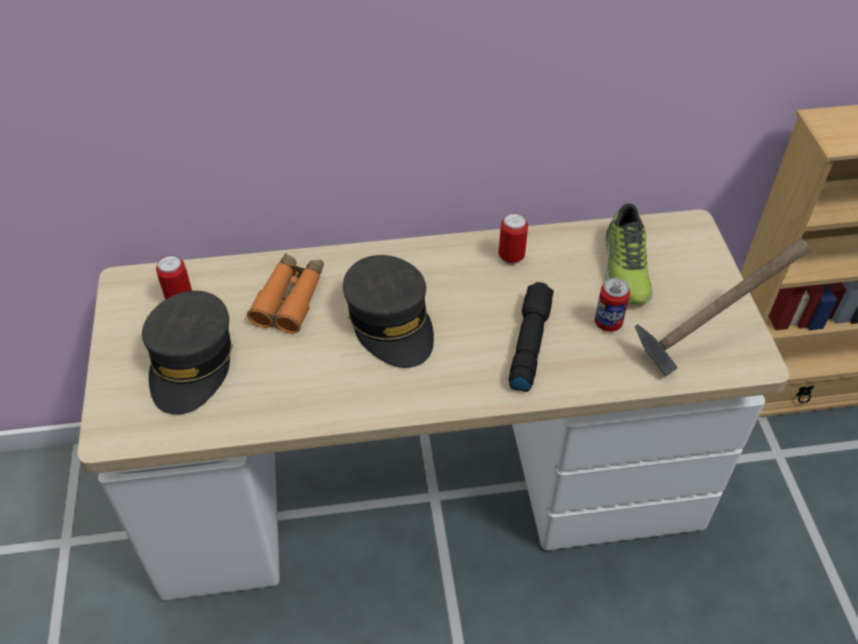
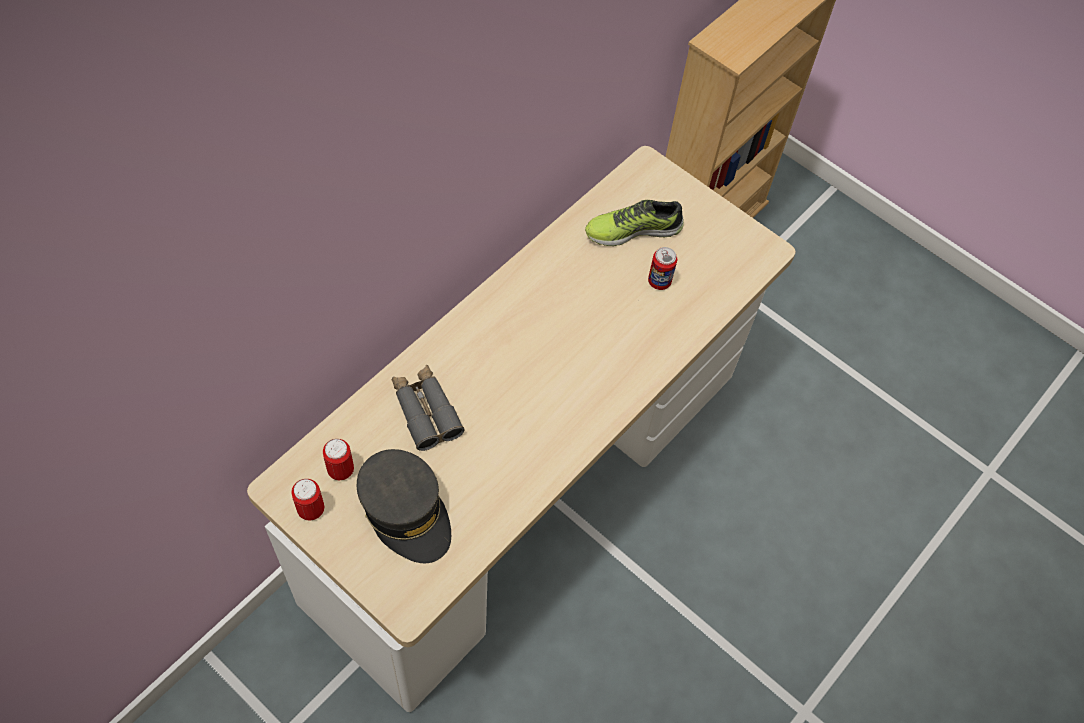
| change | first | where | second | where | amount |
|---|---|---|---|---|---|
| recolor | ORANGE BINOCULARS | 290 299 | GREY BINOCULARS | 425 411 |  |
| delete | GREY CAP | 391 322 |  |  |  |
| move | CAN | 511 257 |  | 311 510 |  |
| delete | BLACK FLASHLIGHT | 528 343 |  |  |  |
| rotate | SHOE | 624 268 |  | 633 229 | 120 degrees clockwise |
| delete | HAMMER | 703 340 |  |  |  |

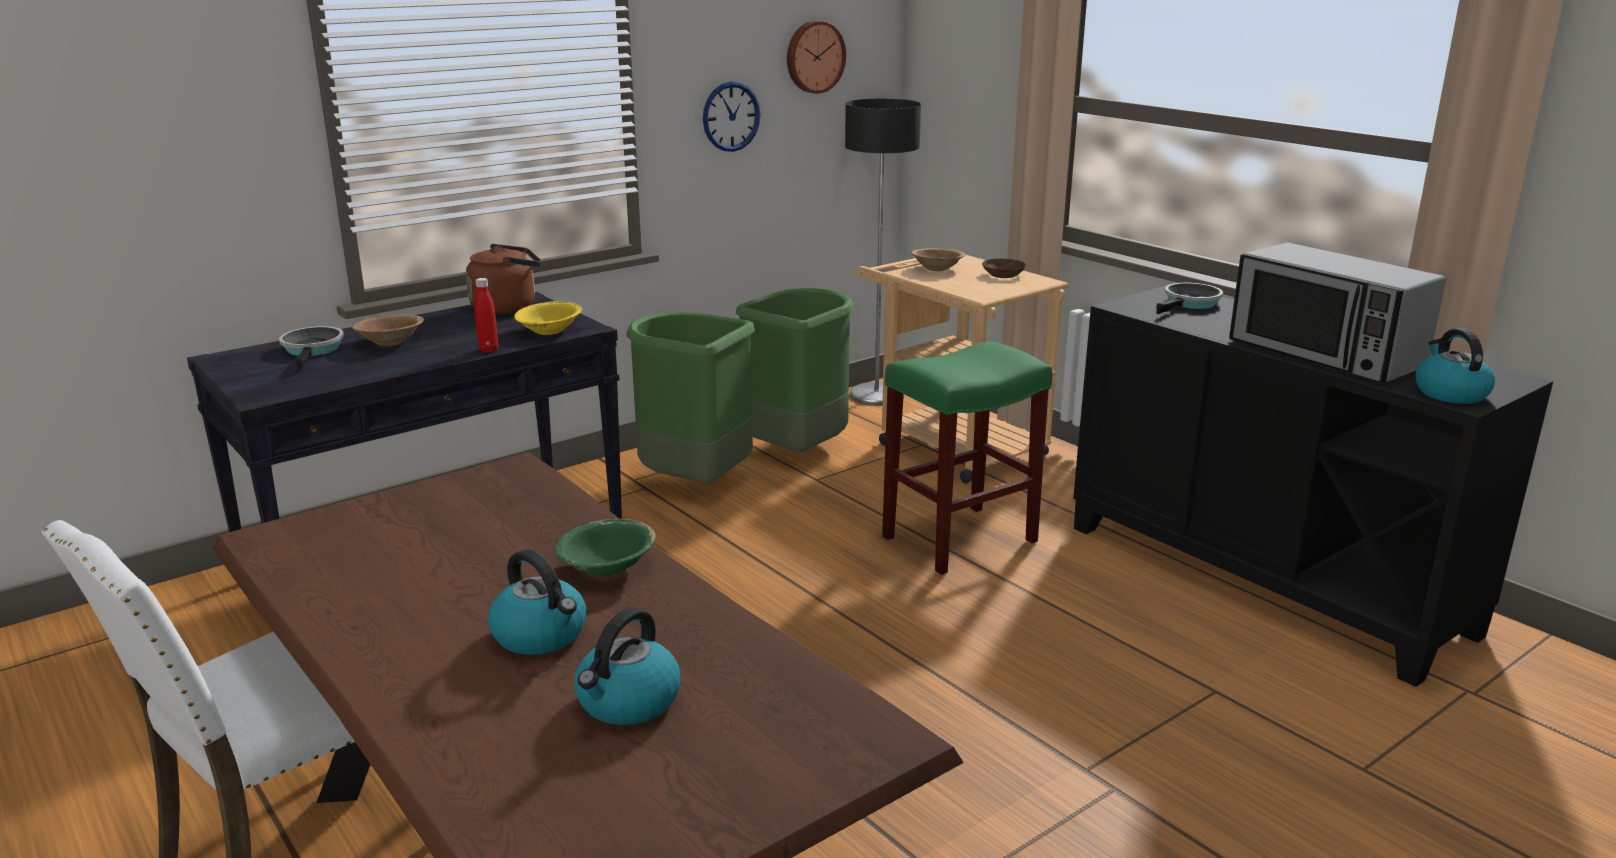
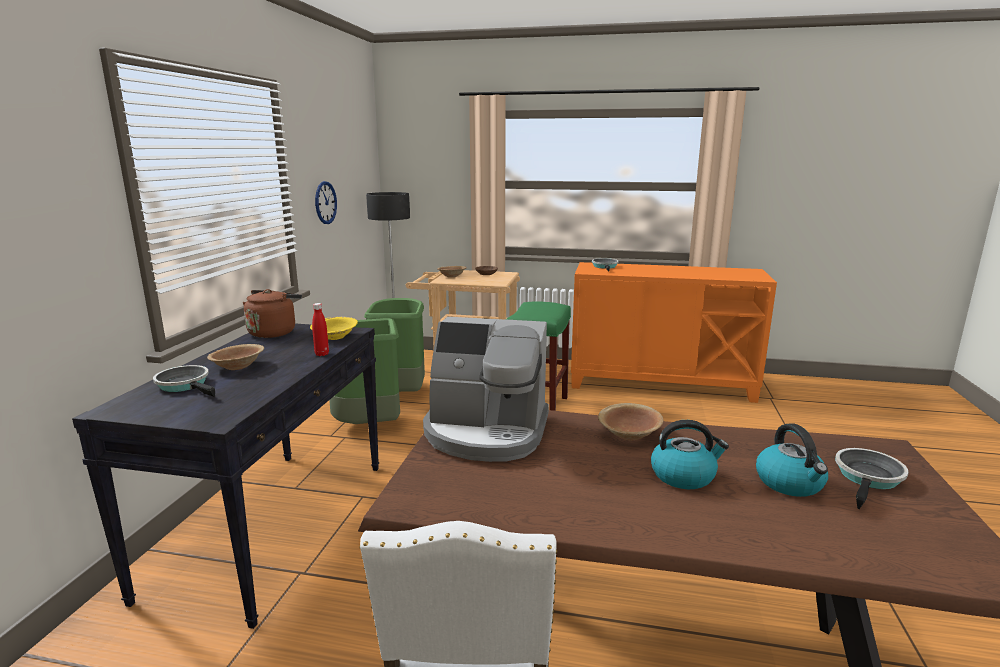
| change | first | where | second | where | amount |
|---|---|---|---|---|---|
| recolor | GREEN BOWL | 607 567 | BROWN BOWL | 629 434 |  |
| delete | WALL CLOCK | 814 57 |  |  |  |
| recolor | BLACK CABINET | 1264 578 | ORANGE CABINET | 660 383 |  |
| delete | MICROWAVE | 1324 354 |  |  |  |
| delete | KETTLE | 1449 393 |  |  |  |
| insert |  |  | COFFEE MACHINE | 486 432 |  |
| insert |  |  | FRYING PAN | 868 478 |  |

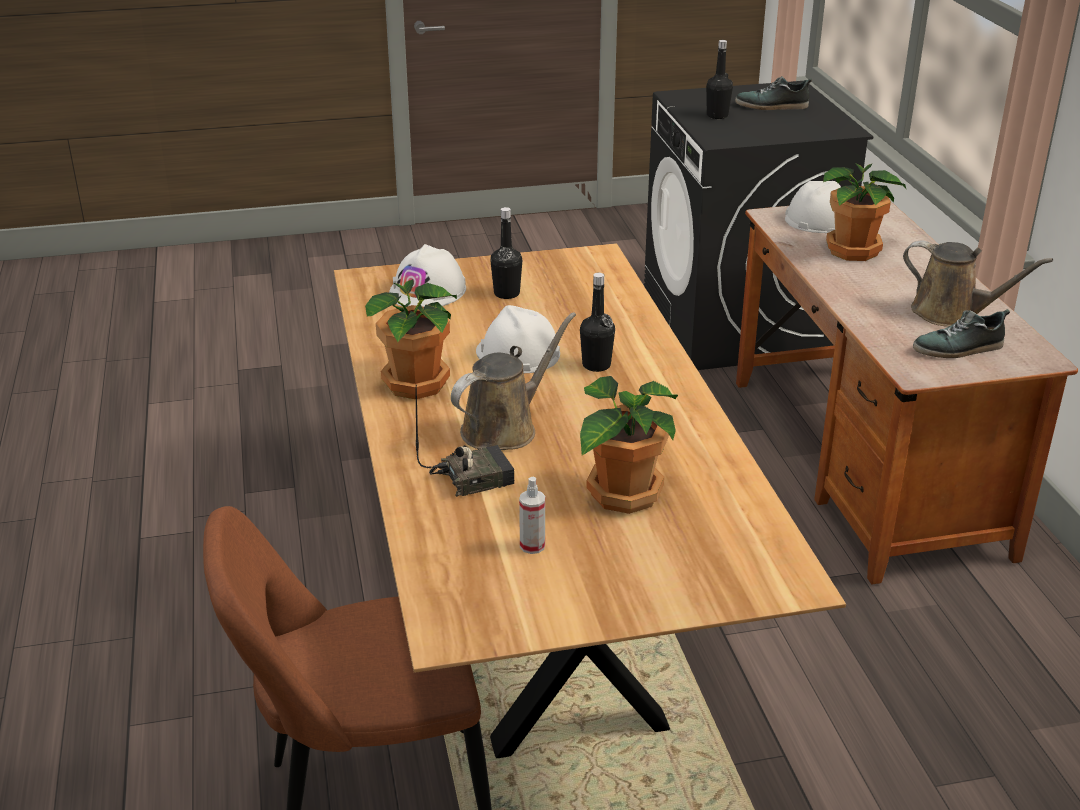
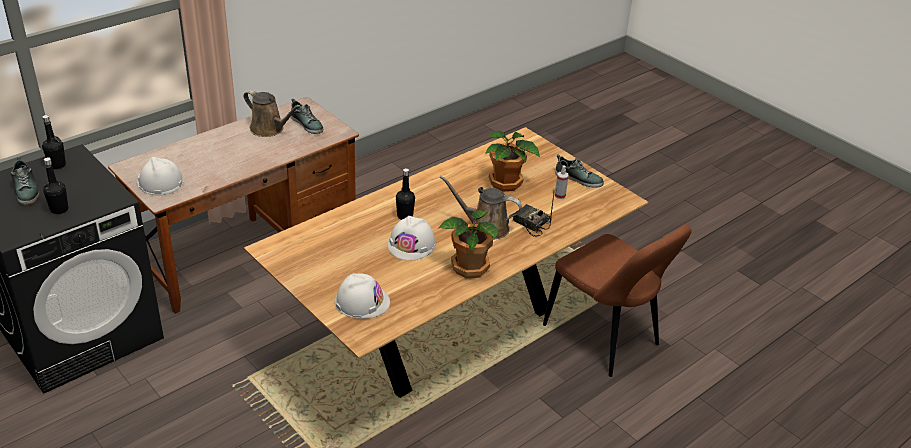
| change | first | where | second | where | amount |
|---|---|---|---|---|---|
| move | BLACK BOTTLE | 506 293 |  | 57 165 |  |
| delete | POTTED PLANT | 855 251 |  |  |  |
| rotate | BROWN WATERING CAN | 951 313 |  | 269 129 | 120 degrees clockwise |
| insert |  |  | SHOE | 578 178 |  |

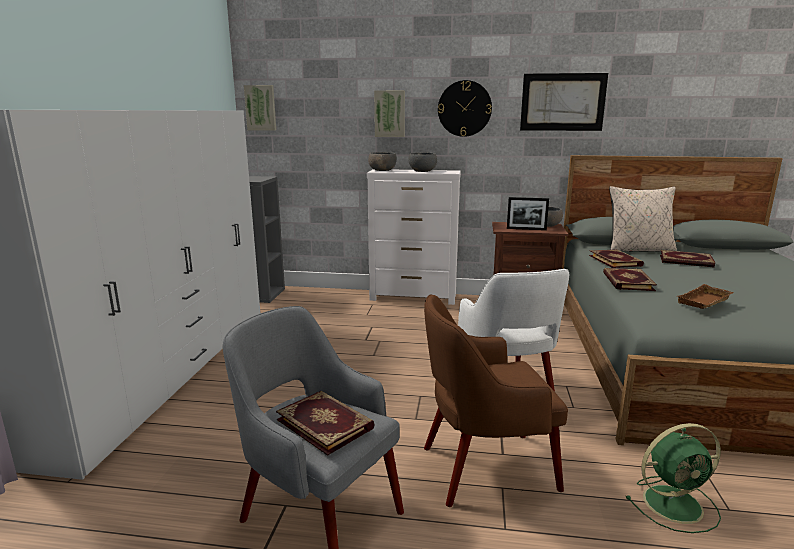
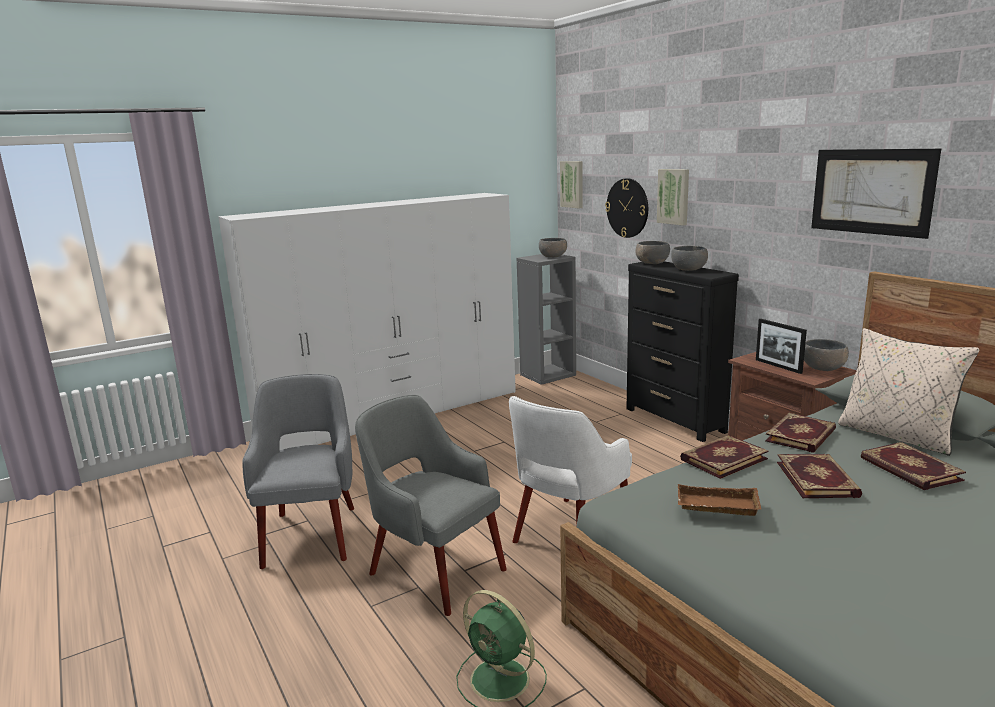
| change | first | where | second | where | amount |
|---|---|---|---|---|---|
| move | BOOK | 326 423 |  | 818 479 |  |
| recolor | WHITE DRESSER | 414 297 | BLACK DRESSER | 675 420 |  |
| recolor | BROWN ARMCHAIR | 484 468 | GREY ARMCHAIR | 434 570 |  |
| move | WALL CLOCK | 464 108 |  | 627 208 |  |
| insert |  |  | GREY BOWL | 553 256 |  |

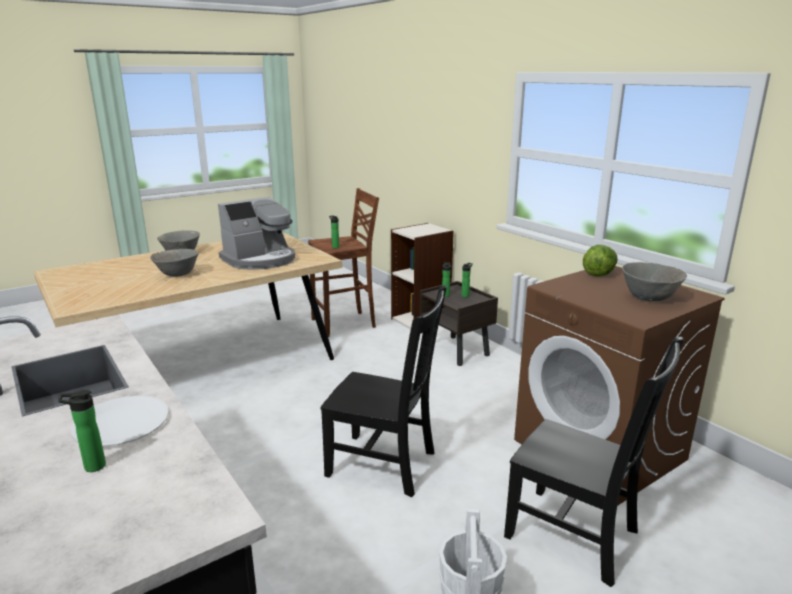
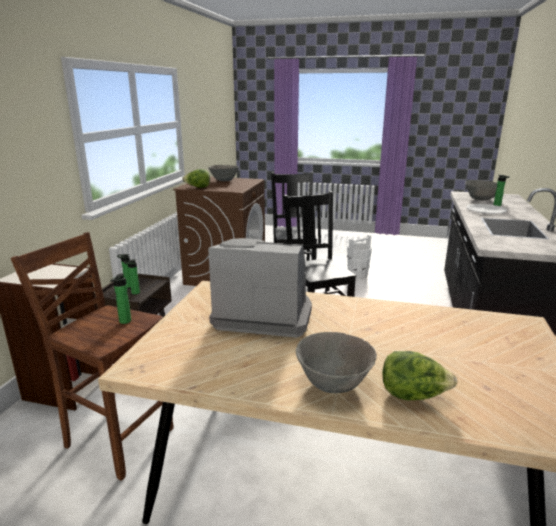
| change | first | where | second | where | amount |
|---|---|---|---|---|---|
| move | GREY BOWL | 177 275 |  | 481 199 |  |
| insert |  |  | LETTUCE | 413 395 |  |

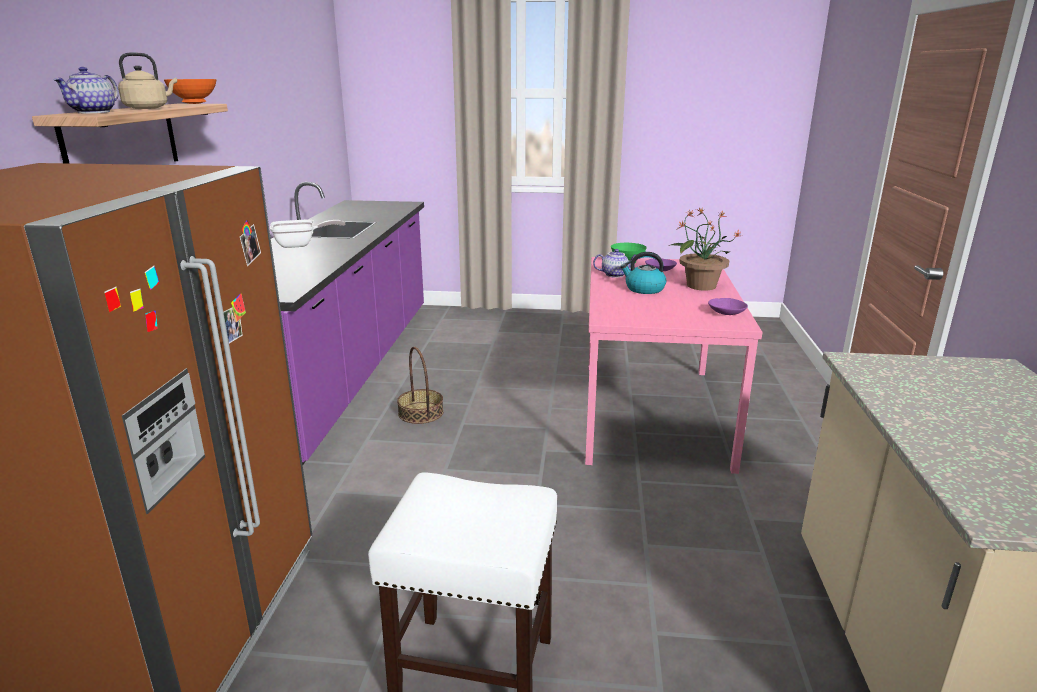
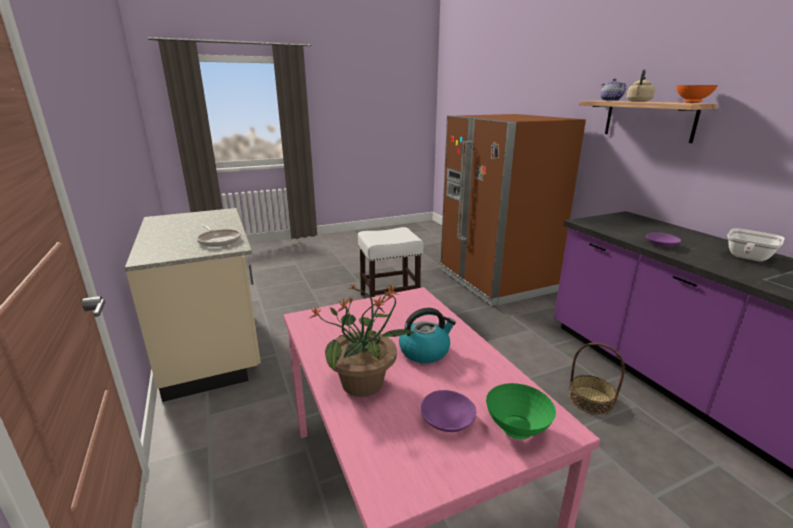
| change | first | where | second | where | amount |
|---|---|---|---|---|---|
| delete | TEAPOT | 615 275 |  |  |  |
| move | PURPLE BOWL | 726 312 |  | 661 245 |  |
| insert |  |  | FRYING PAN | 219 240 |  |

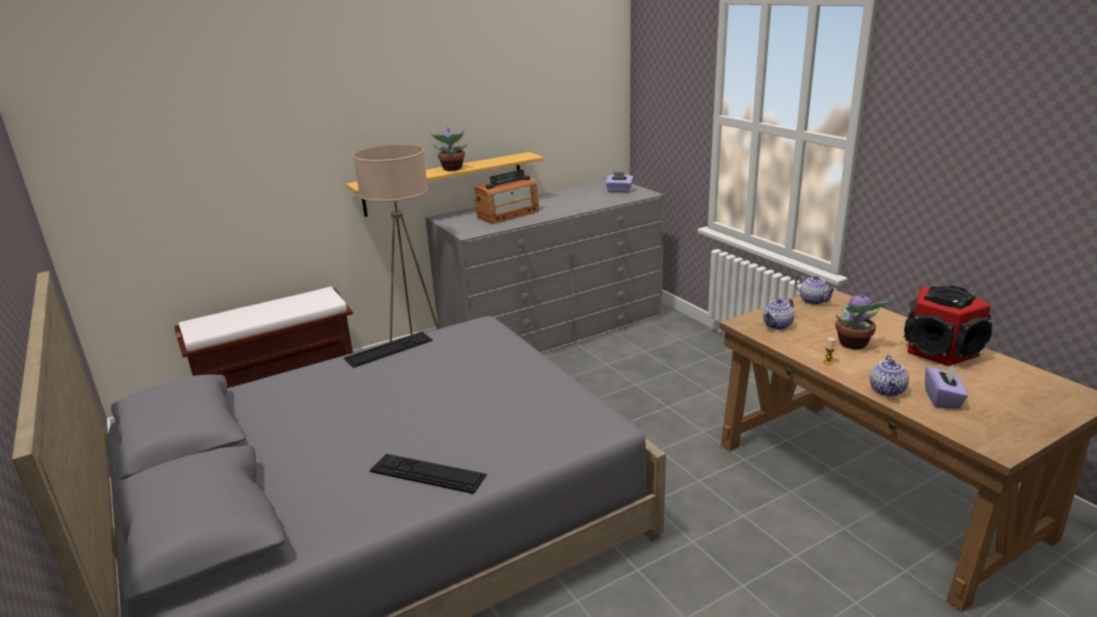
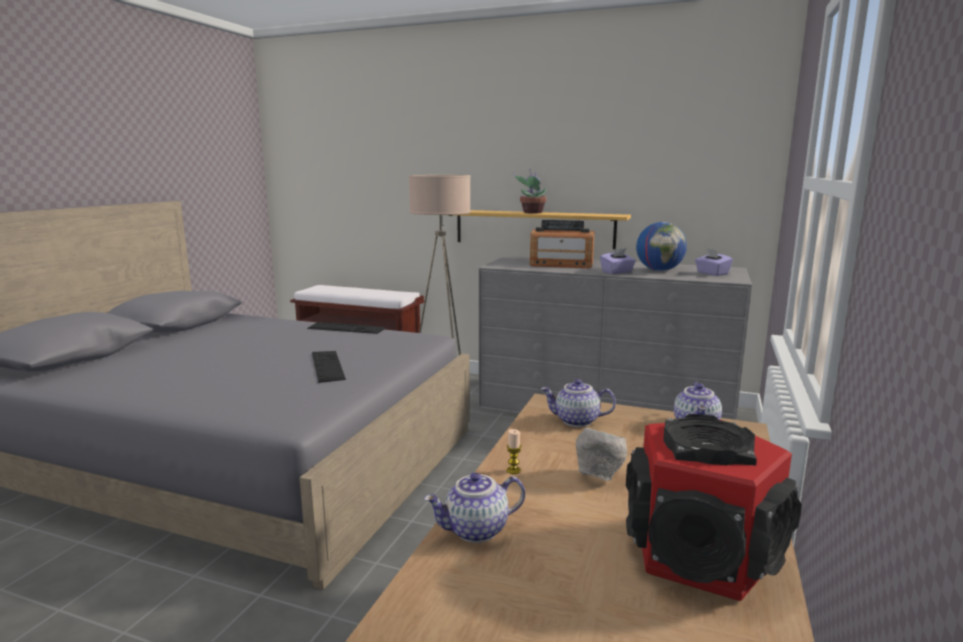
| change | first | where | second | where | amount |
|---|---|---|---|---|---|
| move | KEYBOARD | 428 473 |  | 327 366 |  |
| replace | POTTED PLANT | 853 344 | GREY BOWL | 599 477 |  |
| move | PURPLE TISSUE BOX | 942 399 |  | 617 272 |  |
| insert |  |  | GLOBE | 659 270 |  |

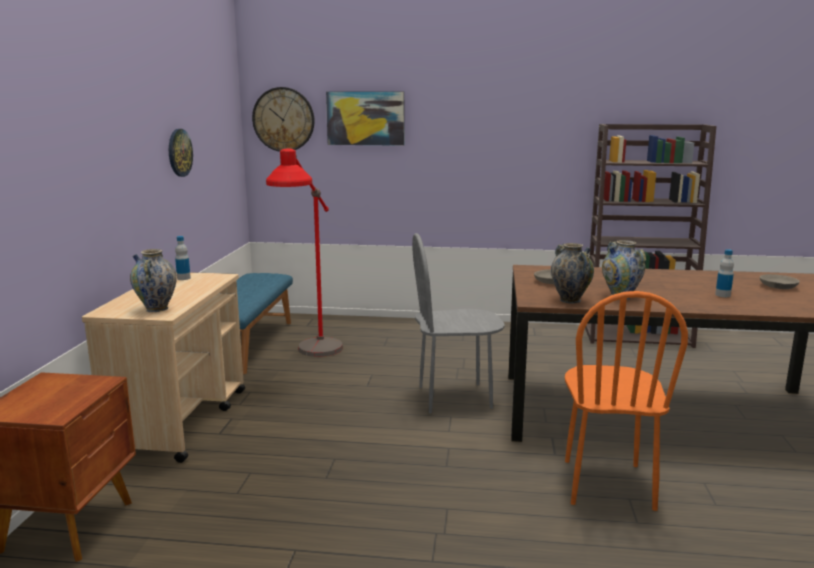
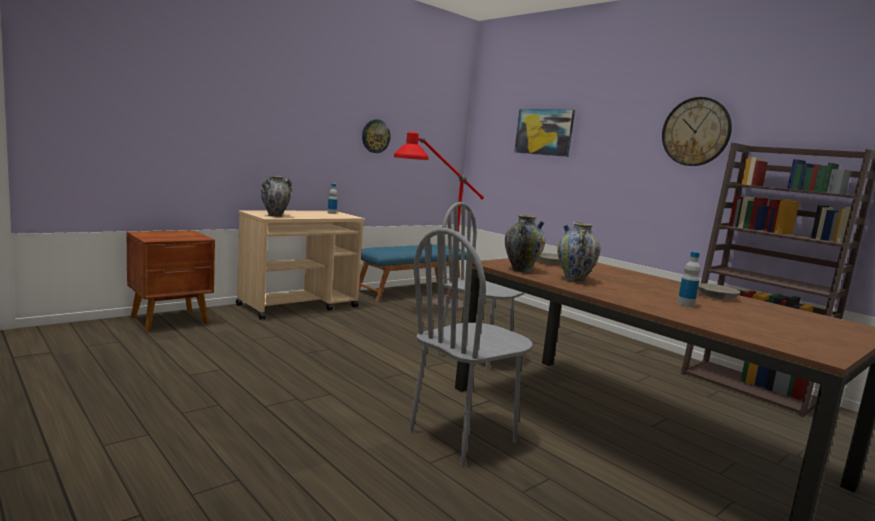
| change | first | where | second | where | amount |
|---|---|---|---|---|---|
| move | WALL CLOCK | 283 119 |  | 696 132 |  |
| recolor | ORANGE CHAIR | 607 484 | GREY CHAIR | 463 437 |  |
| move | GREY BOWL | 778 287 |  | 716 297 |  |

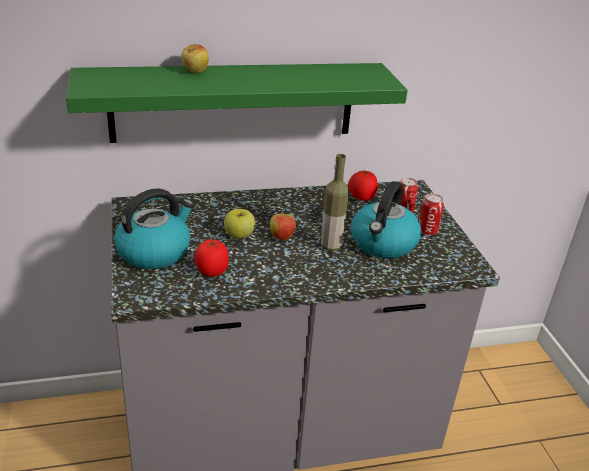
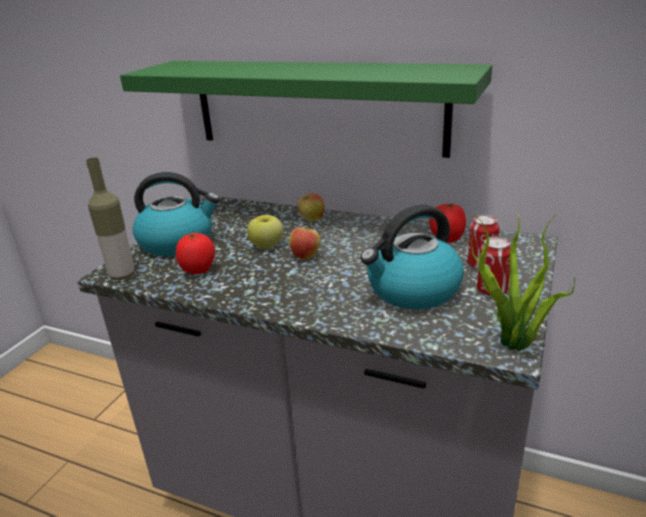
| change | first | where | second | where | amount |
|---|---|---|---|---|---|
| move | APPLE | 195 72 |  | 311 220 |  |
| move | BOTTLE | 330 246 |  | 122 275 |  |
| insert |  |  | POTTED PLANT | 514 345 |  |

